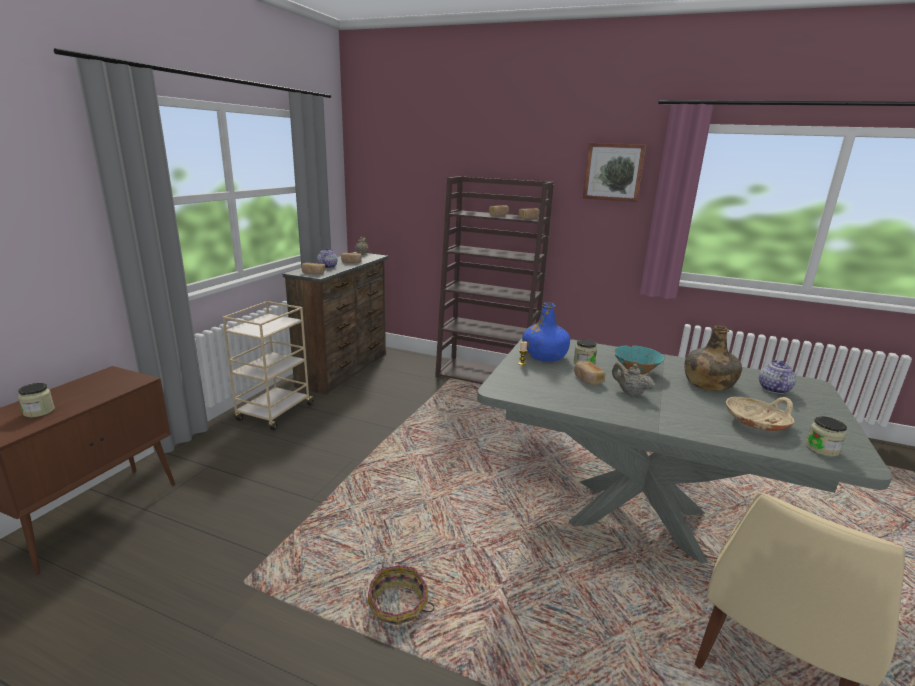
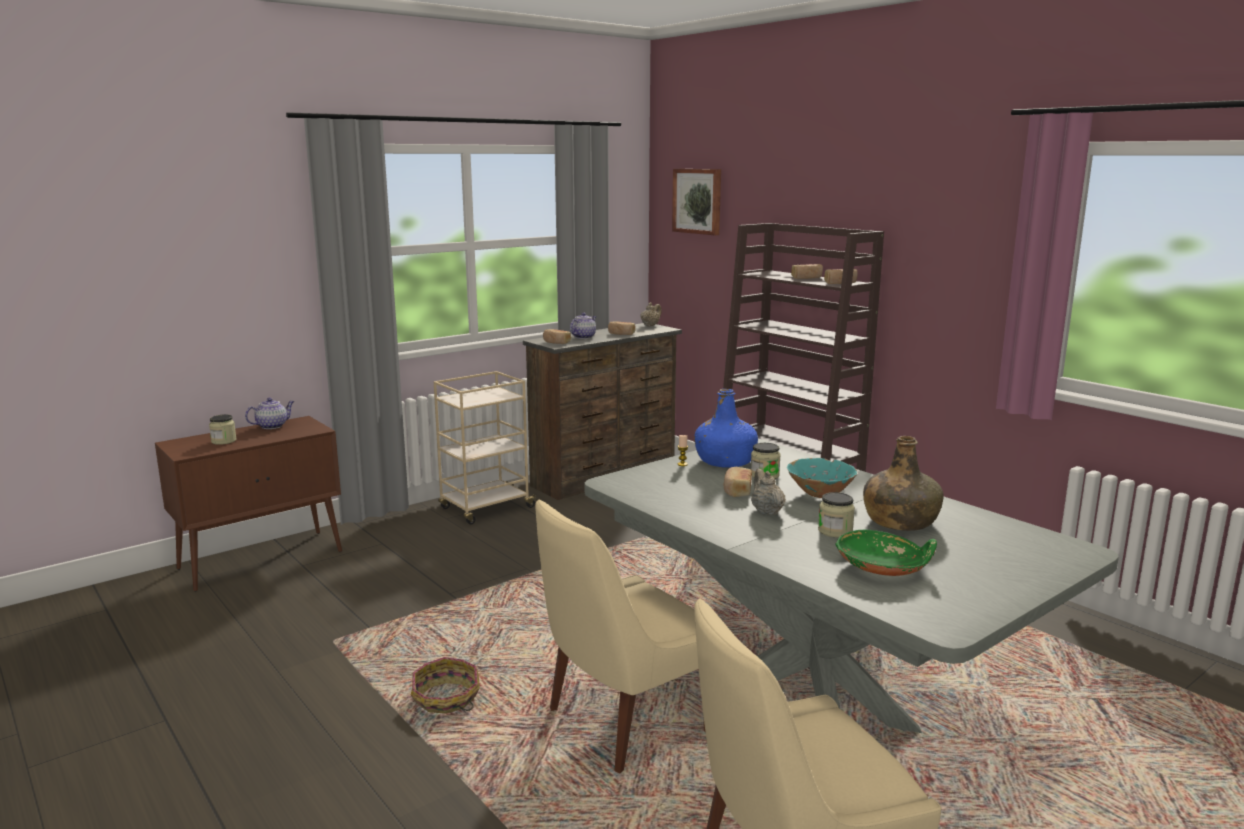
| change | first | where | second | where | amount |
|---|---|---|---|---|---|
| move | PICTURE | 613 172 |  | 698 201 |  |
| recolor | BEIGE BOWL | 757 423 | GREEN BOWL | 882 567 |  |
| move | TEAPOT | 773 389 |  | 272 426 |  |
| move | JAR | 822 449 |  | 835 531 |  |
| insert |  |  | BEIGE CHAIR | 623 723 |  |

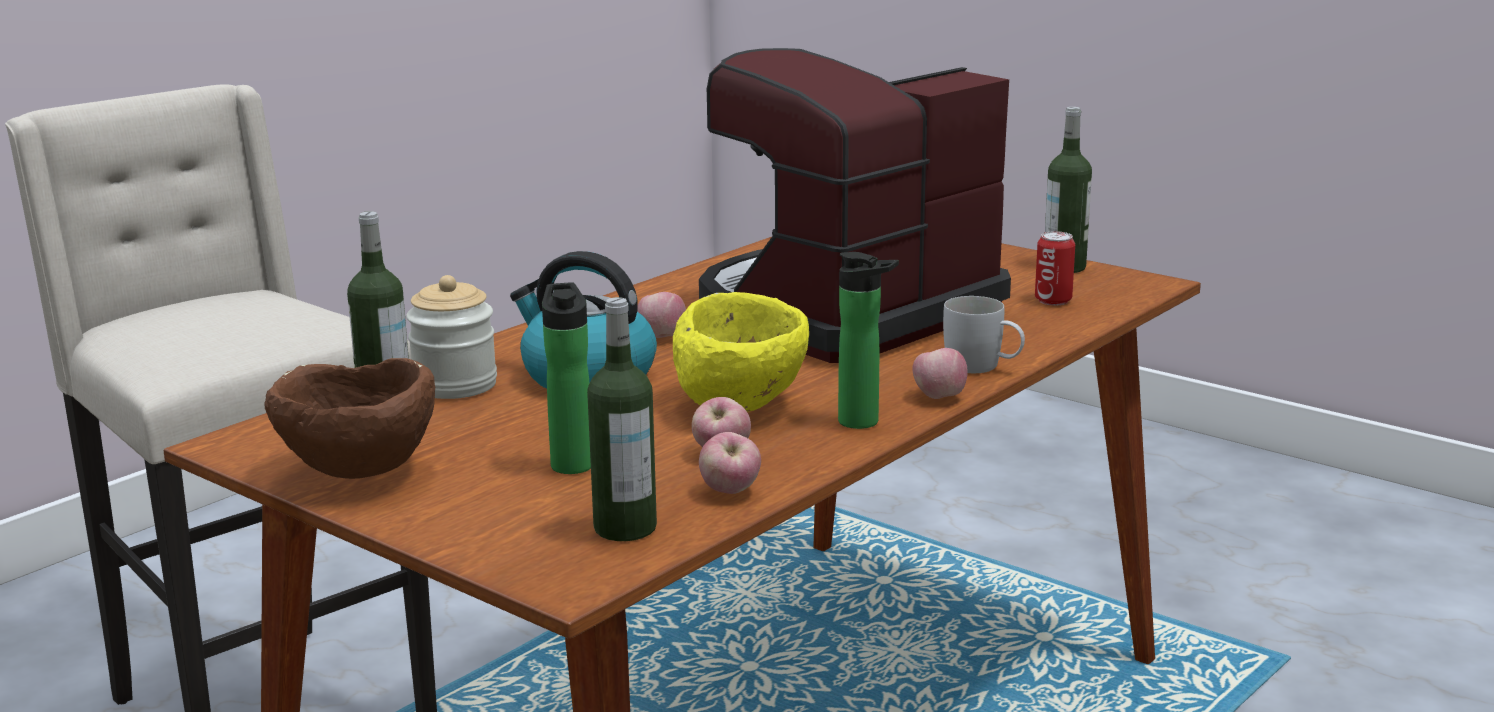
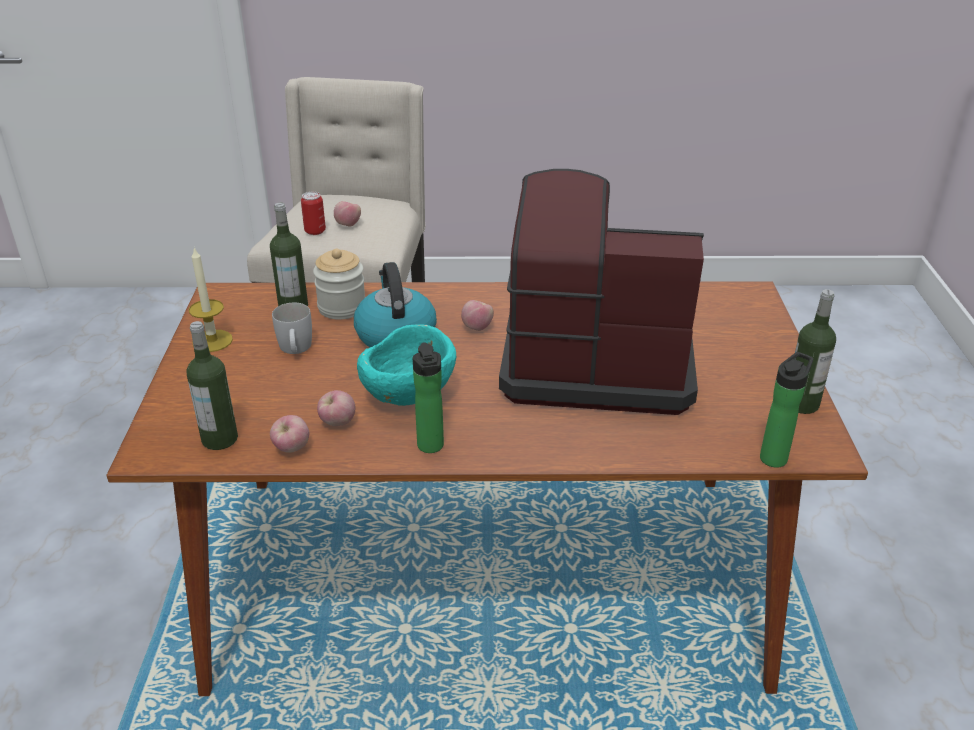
| change | first | where | second | where | amount |
|---|---|---|---|---|---|
| replace | BROWN BOWL | 359 476 | CANDLE | 212 341 |  |
| move | BOTTLE | 571 463 |  | 775 456 |  |
| recolor | YELLOW BOWL | 743 406 | TURQUOISE BOWL | 409 398 |  |
| move | APPLE | 939 397 |  | 348 225 |  |
| move | WHITE MUG | 983 367 |  | 295 350 |  |
| move | CAN | 1053 301 |  | 315 231 |  |

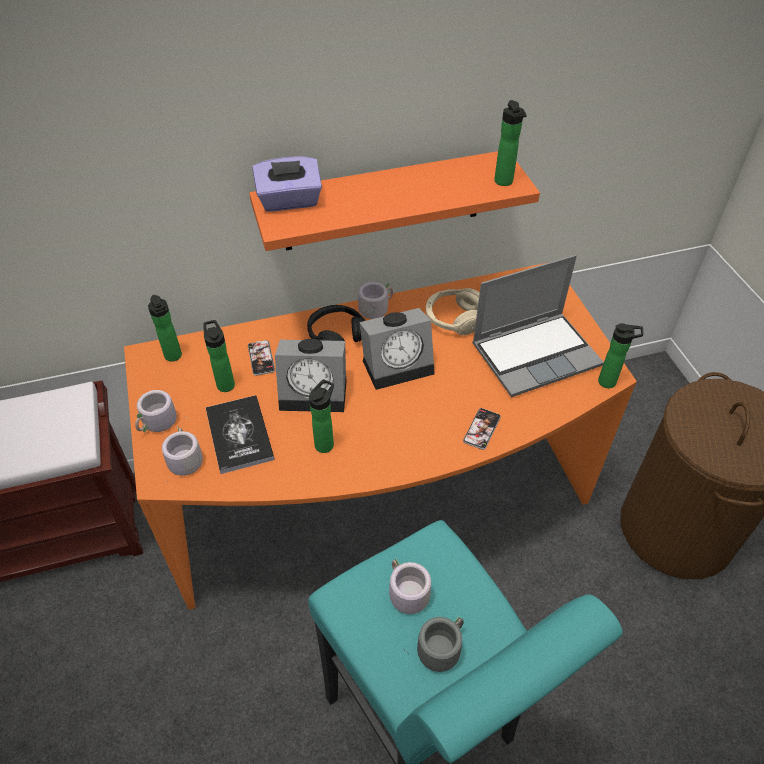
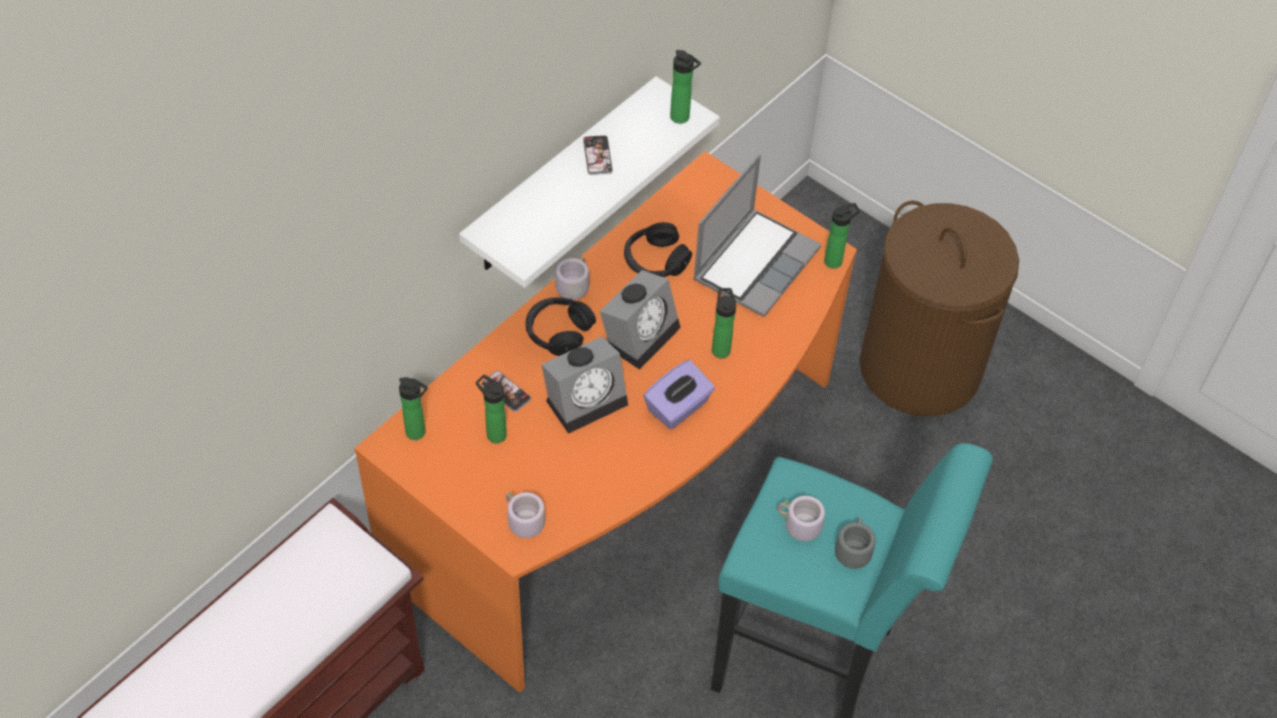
| change | first | where | second | where | amount |
|---|---|---|---|---|---|
| delete | GREY MUG | 158 424 |  |  |  |
| delete | BOOK | 239 435 |  |  |  |
| recolor | ORANGE SHELF | 383 201 | WHITE SHELF | 561 178 |  |
| move | PURPLE TISSUE BOX | 289 201 |  | 678 407 |  |
| move | BOTTLE | 326 443 |  | 720 348 |  |
| recolor | BEIGE HEADPHONES | 453 318 | BLACK HEADPHONES | 655 260 |  |
| move | PHONE | 481 429 |  | 597 156 |  |

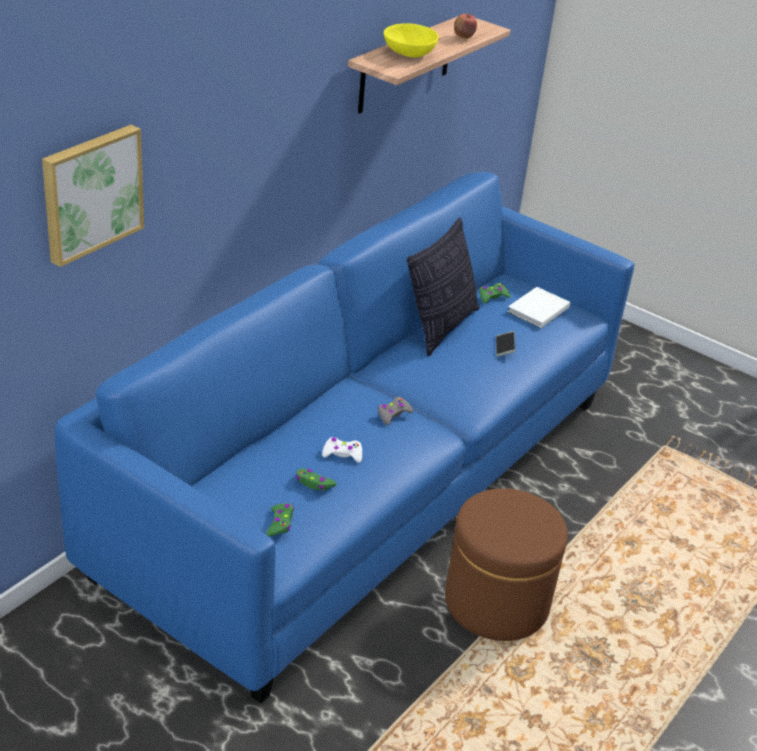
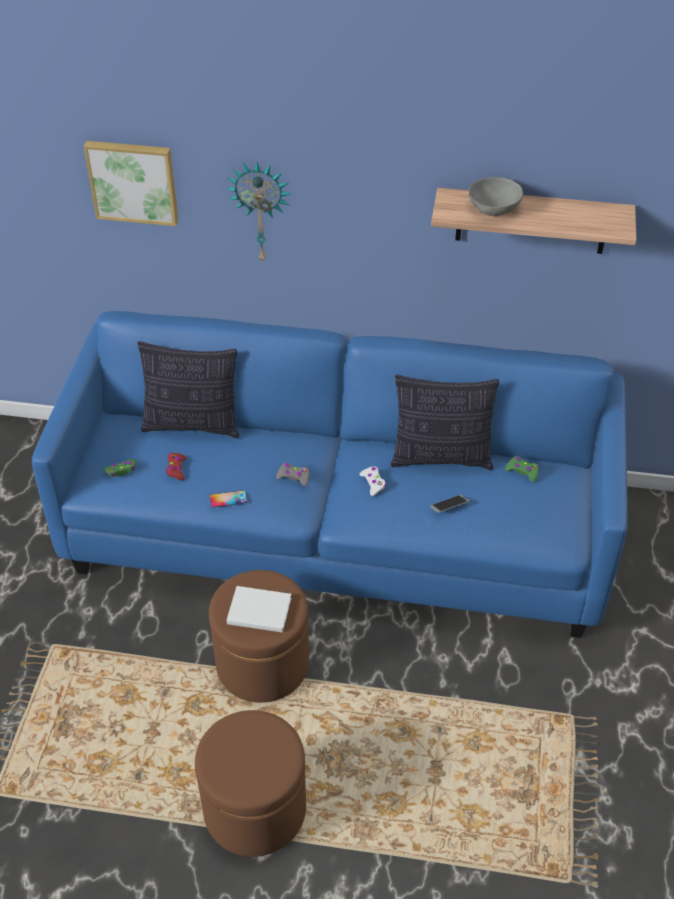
| change | first | where | second | where | amount |
|---|---|---|---|---|---|
| recolor | GREEN GAME CONTROLLER | 314 483 | RED GAME CONTROLLER | 176 469 |  |
| move | WHITE GAME CONTROLLER | 342 454 |  | 373 483 |  |
| recolor | YELLOW BOWL | 408 53 | GREY BOWL | 493 208 |  |
| delete | APPLE | 464 37 |  |  |  |
| move | WHITE BOOK | 536 310 |  | 258 610 |  |
| insert |  |  | PILLOW | 192 425 |  |
| insert |  |  | BROWN OTTOMAN | 255 809 |  |
| insert |  |  | PHONE | 228 499 |  |
| insert |  |  | WALL CLOCK | 260 211 |  |

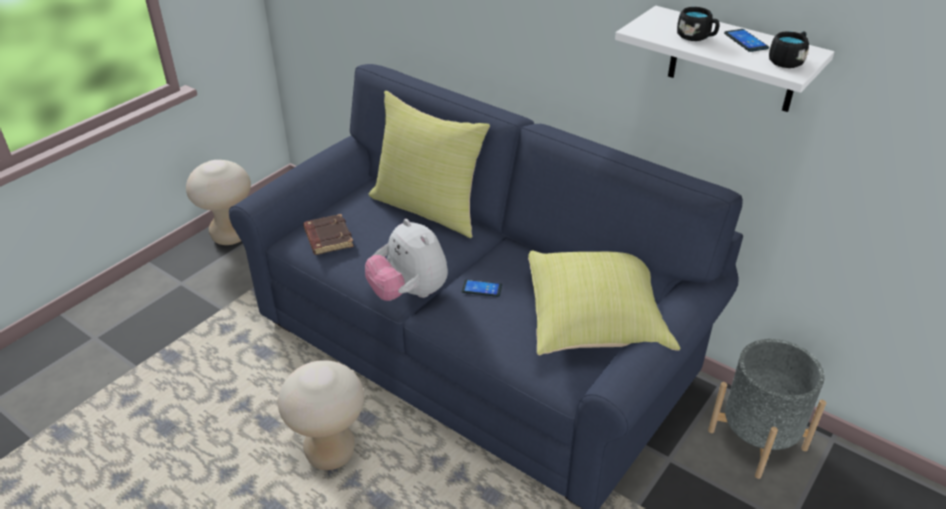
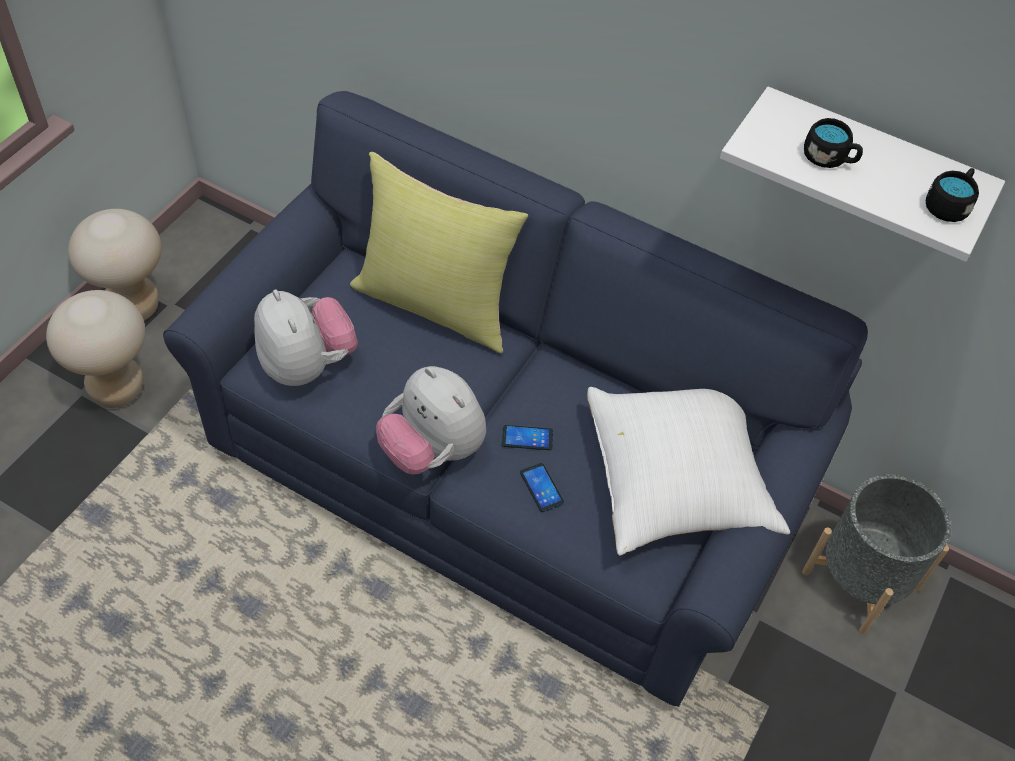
| change | first | where | second | where | amount |
|---|---|---|---|---|---|
| move | BEIGE STOOL | 330 453 |  | 117 389 |  |
| replace | BROWN BOOK | 327 238 | PLUSH TOY | 307 365 |  |
| recolor | YELLOW PILLOW | 596 322 | WHITE PILLOW | 678 482 |  |
| move | PHONE | 746 41 |  | 541 488 |  |

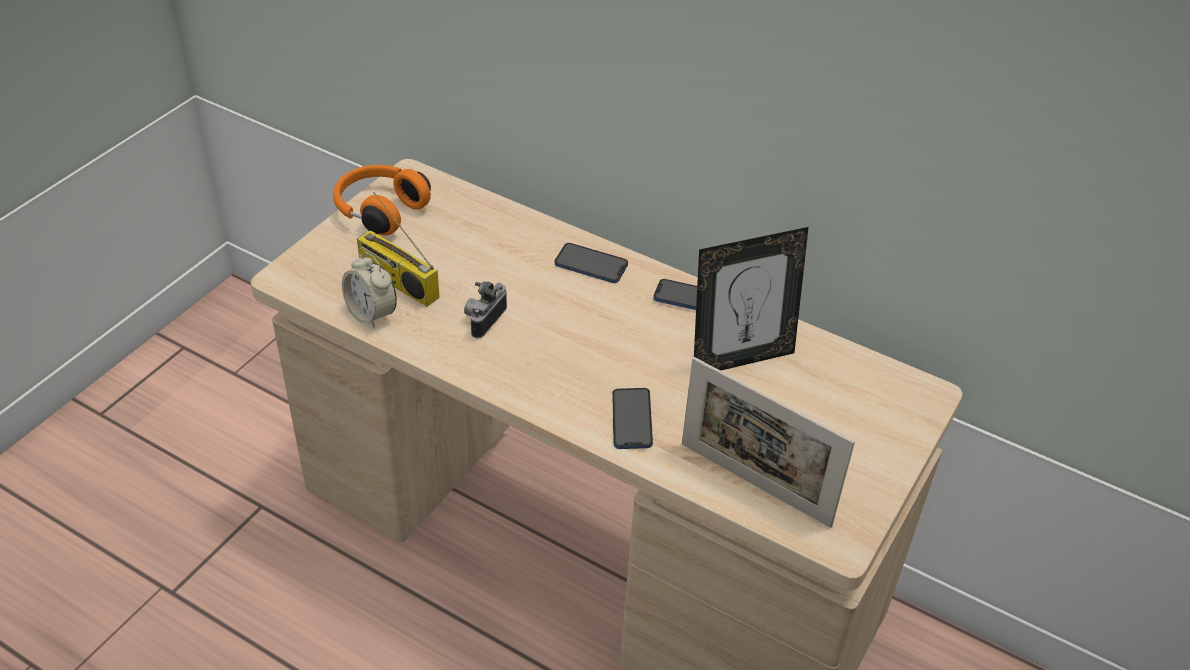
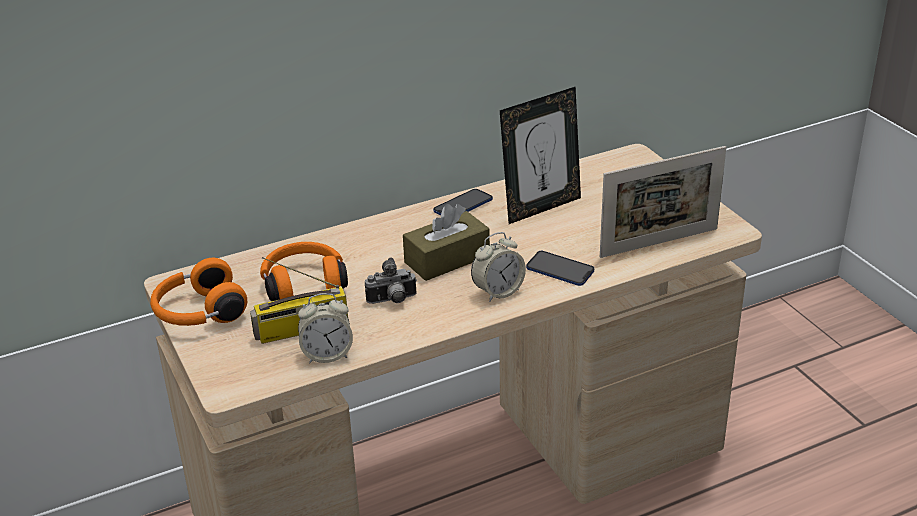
| change | first | where | second | where | amount |
|---|---|---|---|---|---|
| rotate | PHOTO CAMERA | 484 320 |  | 392 301 | 75 degrees counterclockwise |
| delete | PHONE | 591 265 |  |  |  |
| rotate | PICTURE FRAME | 740 358 |  | 541 207 | 45 degrees clockwise |
| insert |  |  | ORANGE HEADPHONES | 304 285 |  |
| insert |  |  | BROWN TISSUE BOX | 447 259 |  |
| insert |  |  | ALARM CLOCK | 498 292 |  |

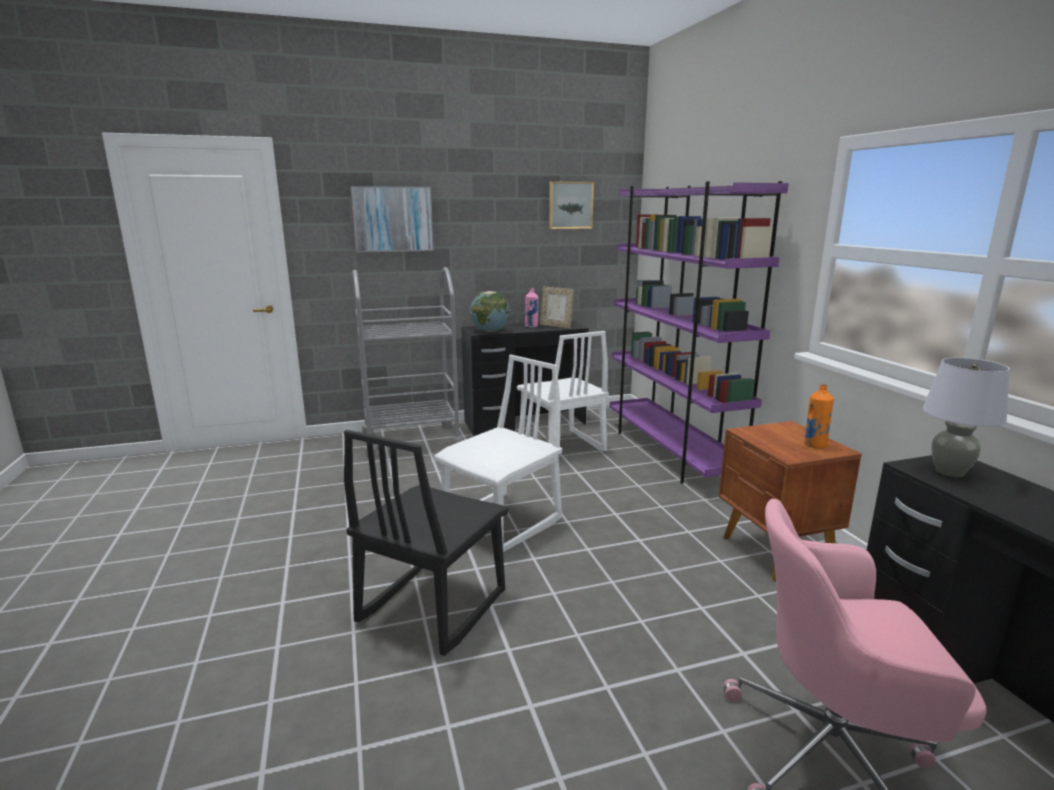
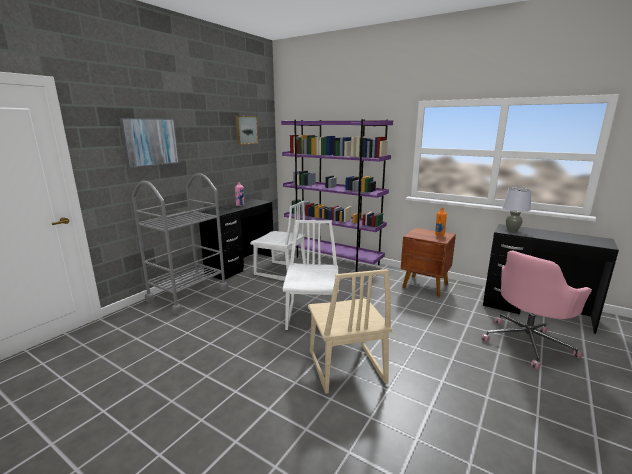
| change | first | where | second | where | amount |
|---|---|---|---|---|---|
| recolor | BLACK CHAIR | 431 606 | BEIGE CHAIR | 345 368 |  |
| delete | GLOBE | 490 331 |  |  |  |
| delete | PICTURE FRAME | 556 326 |  |  |  |

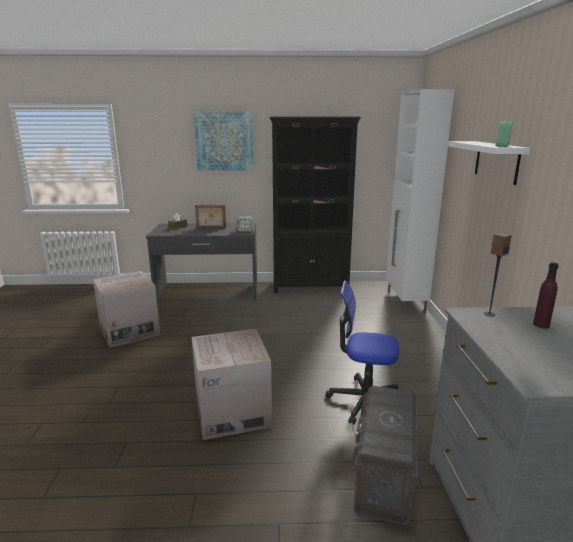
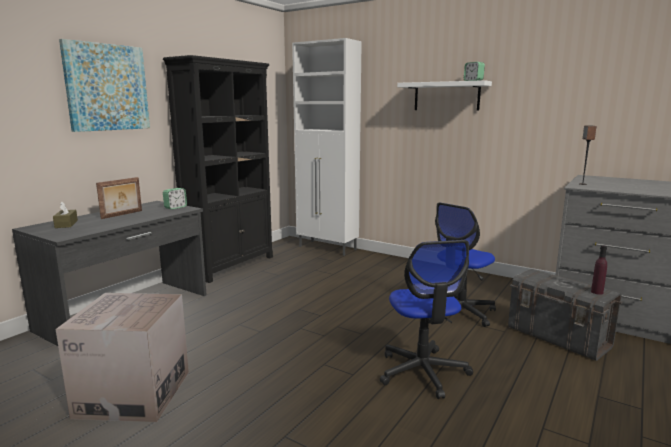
| change | first | where | second | where | amount |
|---|---|---|---|---|---|
| replace | CARDBOARD BOX | 232 412 | OFFICE CHAIR | 423 372 |  |
| move | PURPLE BOTTLE | 541 325 |  | 597 292 |  |

